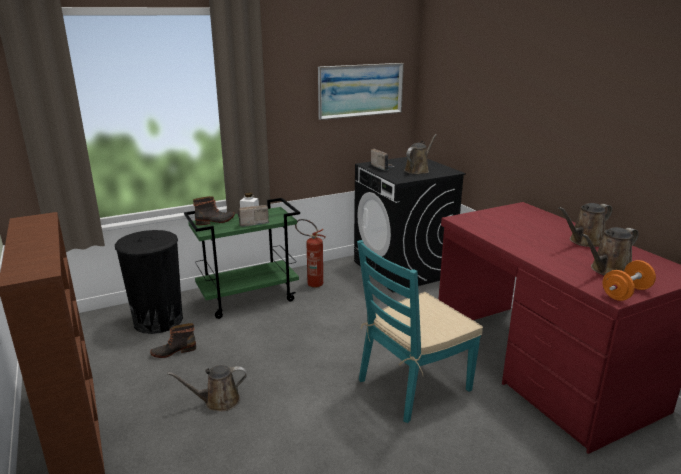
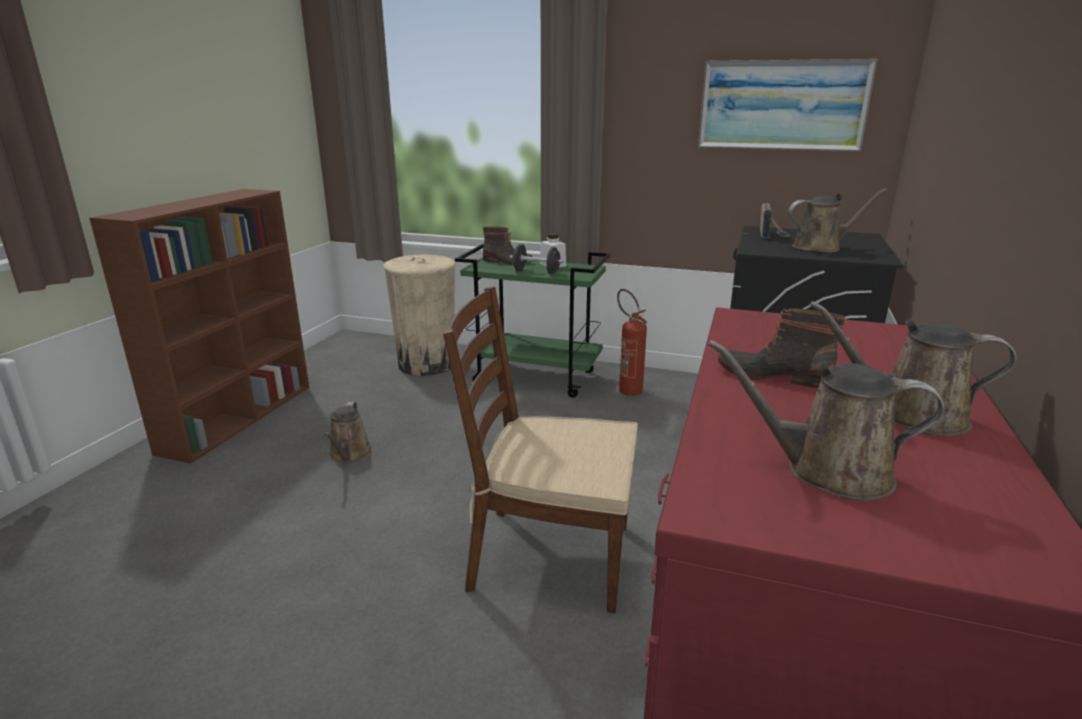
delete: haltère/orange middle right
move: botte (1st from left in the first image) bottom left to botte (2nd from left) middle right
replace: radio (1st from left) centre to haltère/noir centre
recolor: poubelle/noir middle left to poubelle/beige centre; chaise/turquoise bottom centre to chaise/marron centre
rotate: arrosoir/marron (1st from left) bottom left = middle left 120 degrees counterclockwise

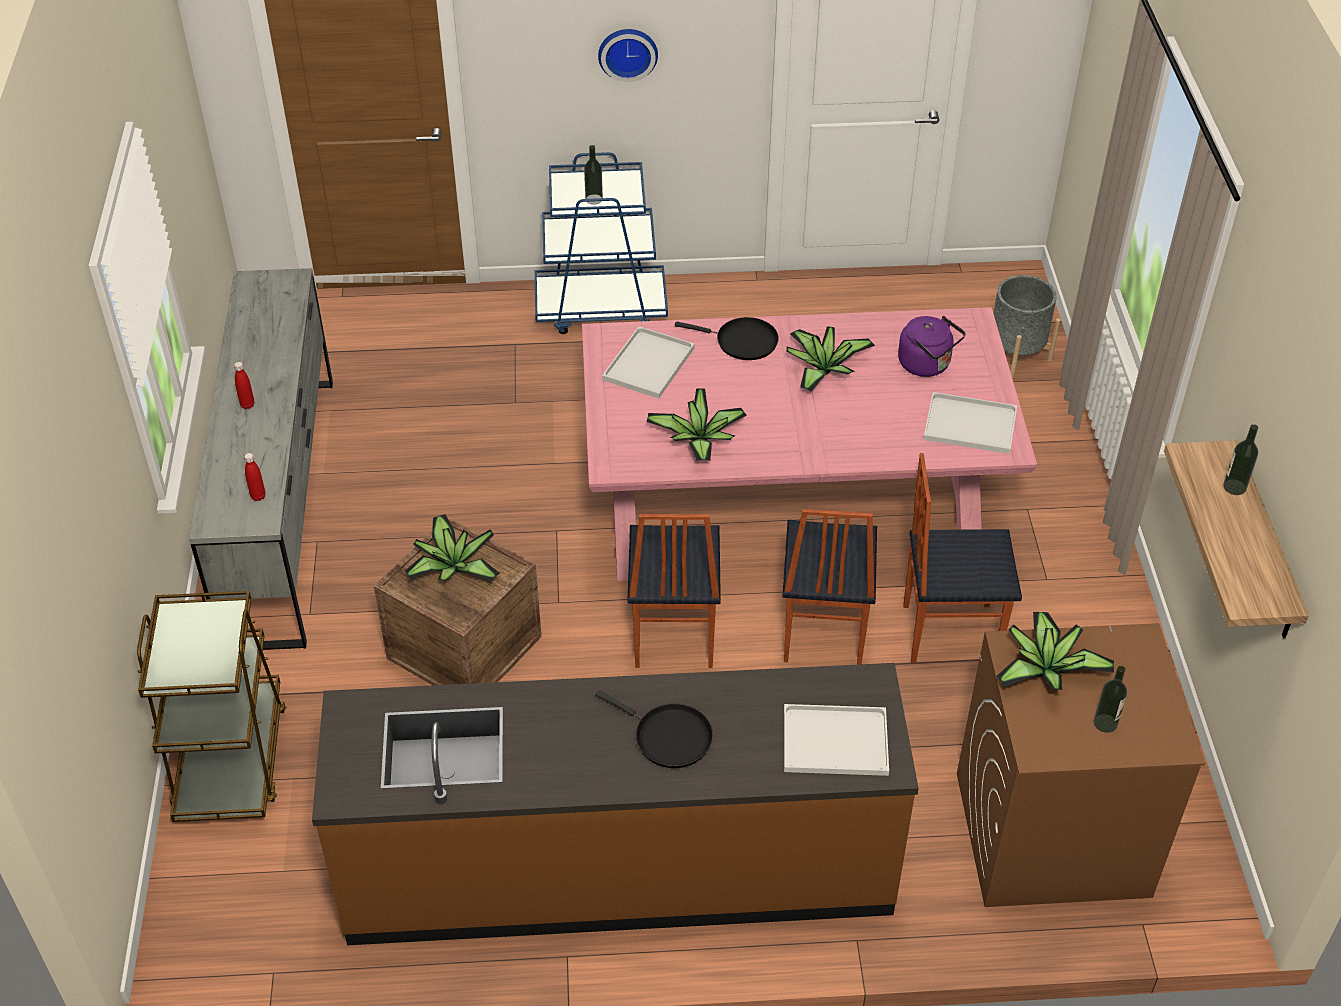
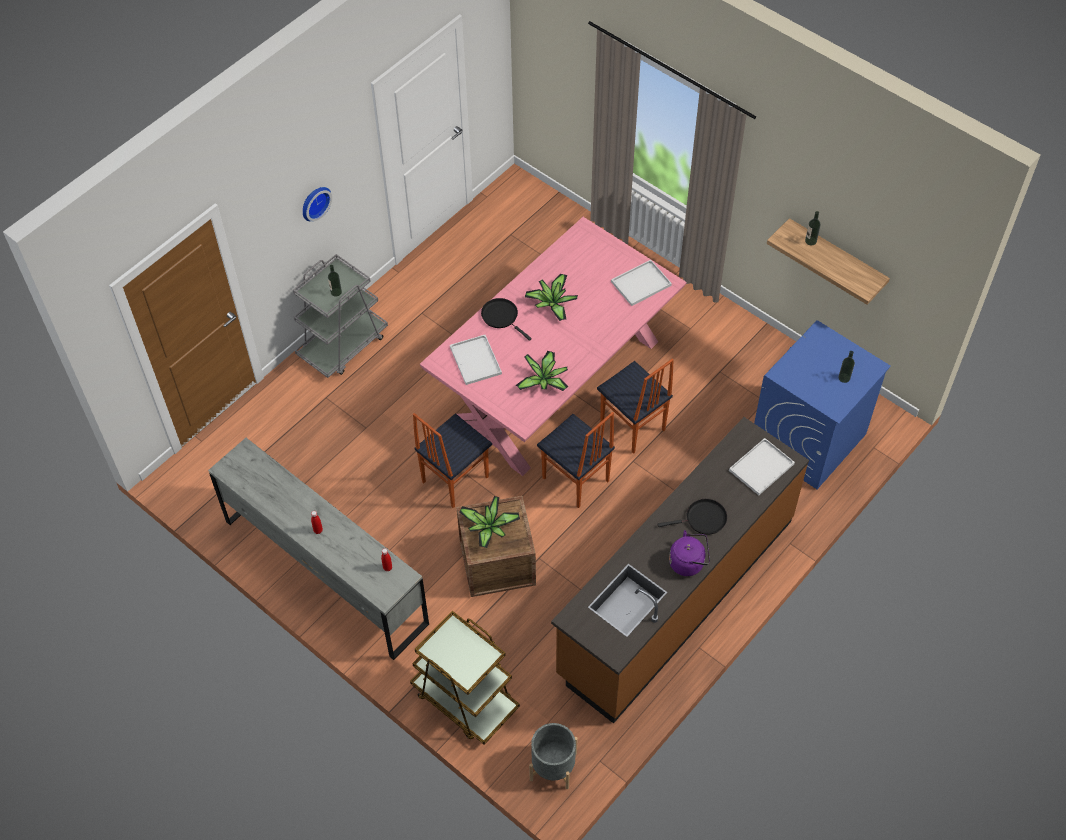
delete: plante en pot (4th from left) middle right
move: bouilloire/violet middle right to centre; chaise (3rd from left in the first image) middle right to chaise (1st from left) centre; cache-pot/gris top right to bottom centre
recolor: chariot/bleu top centre to chariot/gris middle left; lave-linge/marron bottom right to lave-linge/bleu middle right
rotate: poêle/noir (2nd from left in the first image) centre = centre 105 degrees counterclockwise

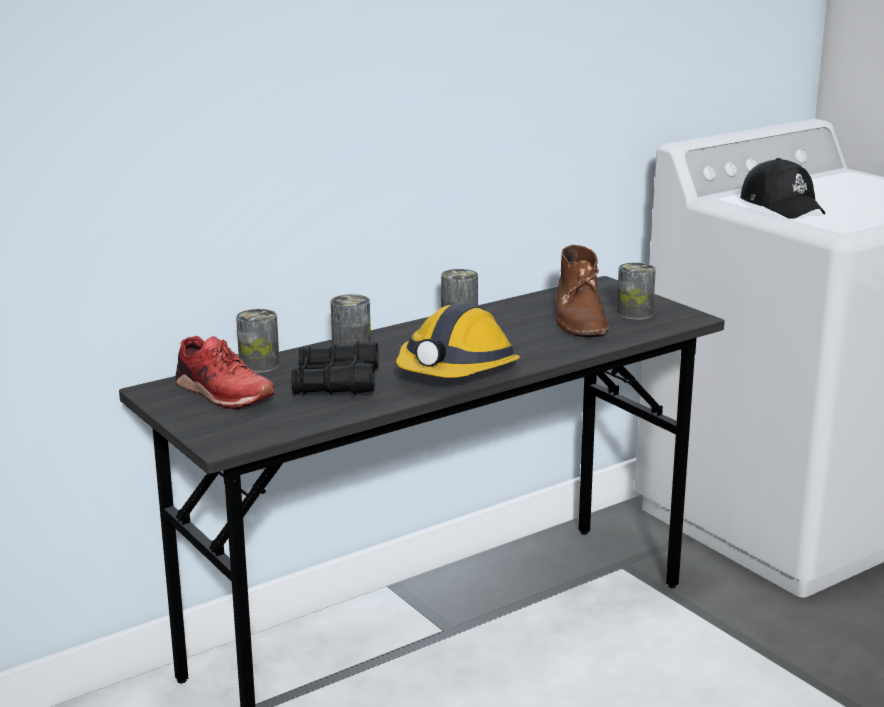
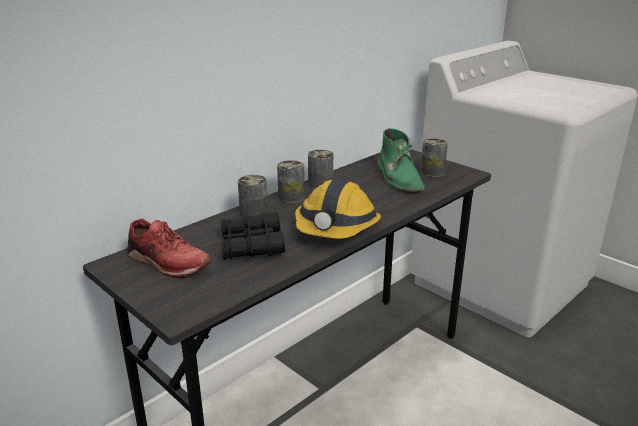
delete: casquette/noir top right
move: boîte métallique (1st from left in the first image) middle left to boîte métallique (2nd from left) centre
recolor: botte/marron centre to botte/vert centre

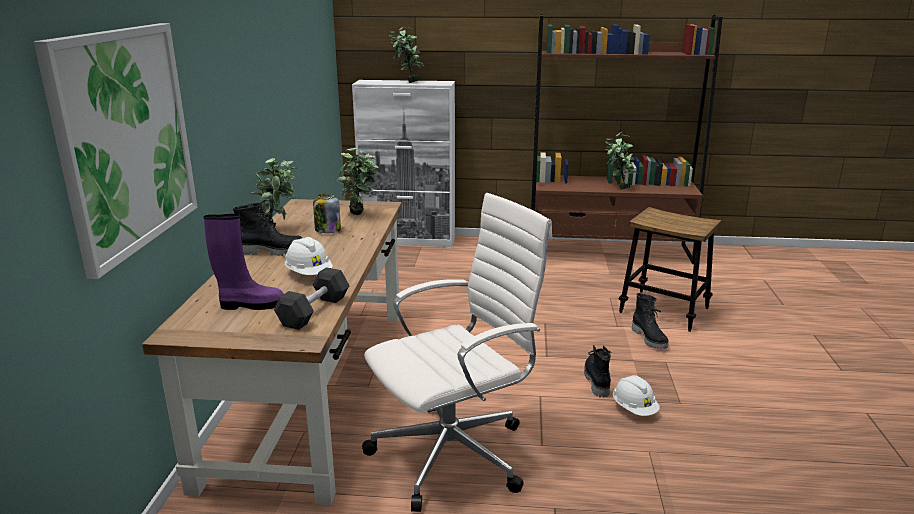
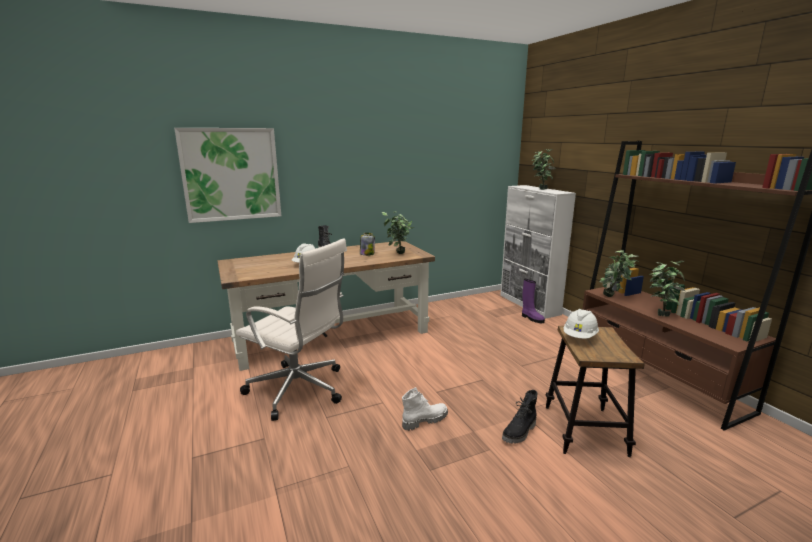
delete: haltère/noir centre
move: botte/violet middle left to centre; plante en pot (1st from left in the first image) middle left to plante en pot (3rd from left) middle right; casque de chantier/blanc (2nd from left) bottom right to middle right
recolor: botte/noir (2nd from left) bottom centre to botte/blanc bottom centre

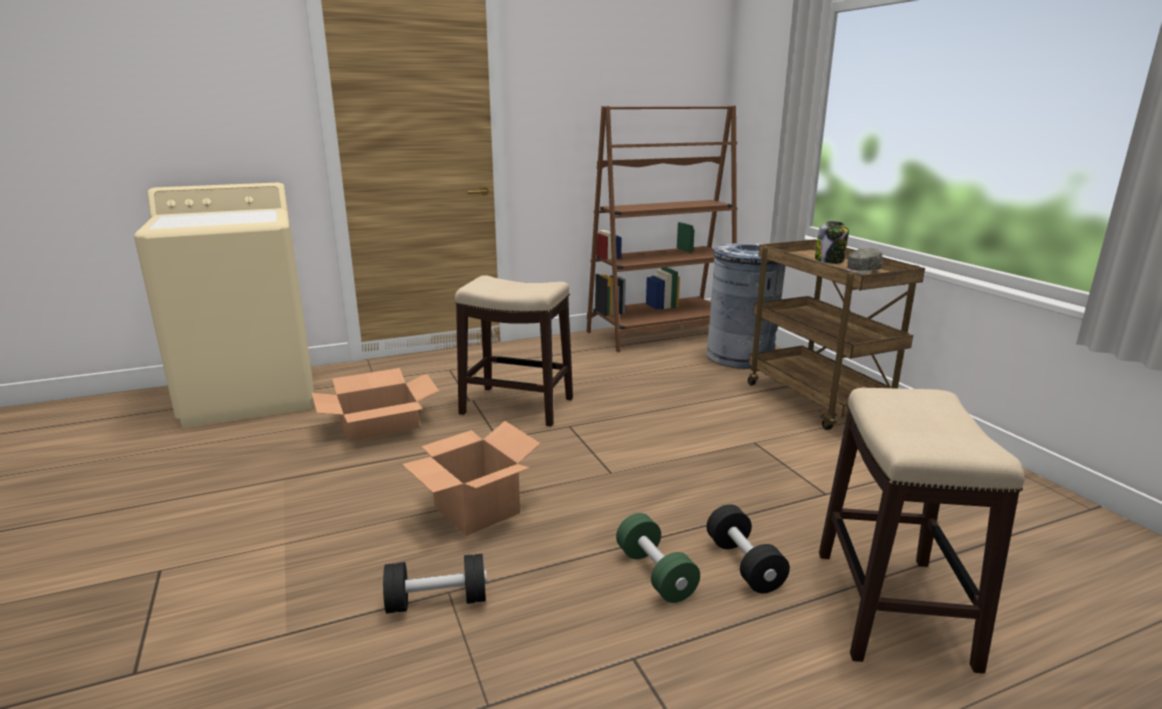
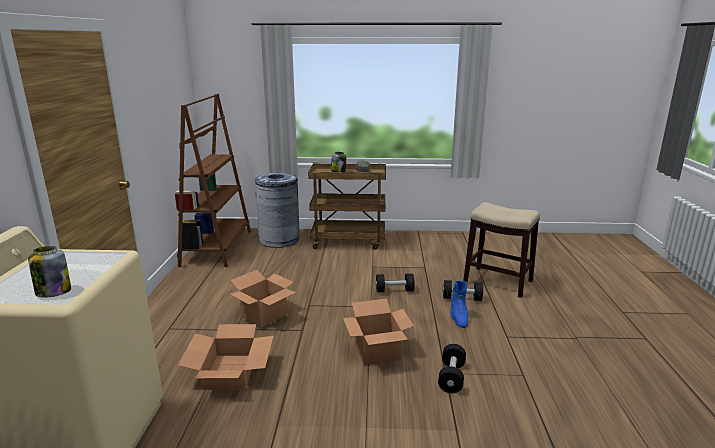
insert: bocal (1st from left) middle left; haltère/noir (1st from left) centre
replace: tabouret (1st from left) centre to carton (2nd from left) bottom centre; haltère/vert bottom centre to botte/bleu bottom centre

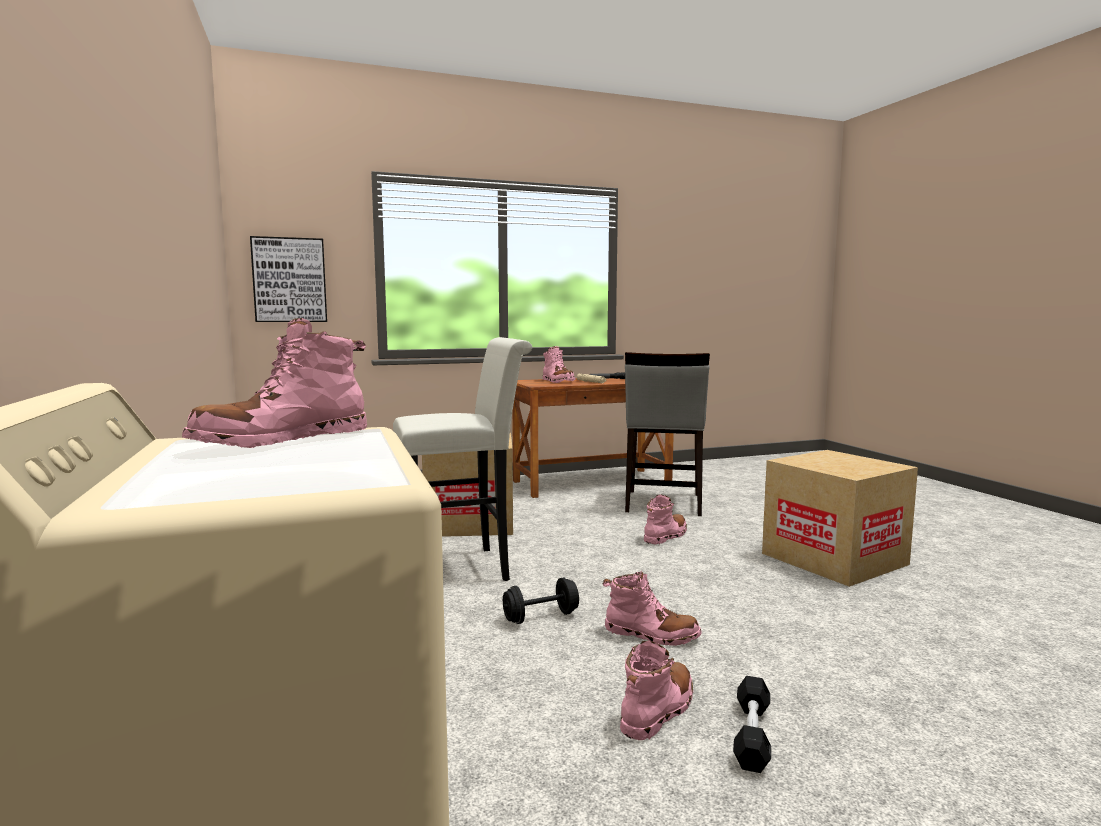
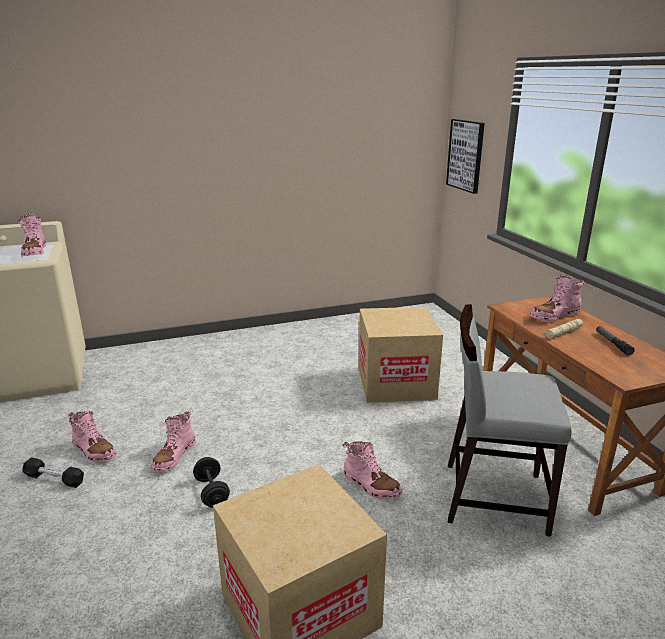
delete: tabouret/blanc centre
move: haltère/noir (1st from left in the first image) bottom centre to haltère/noir (2nd from left) bottom left
rotate: botte/rose (1st from left) middle left = middle left 150 degrees counterclockwise

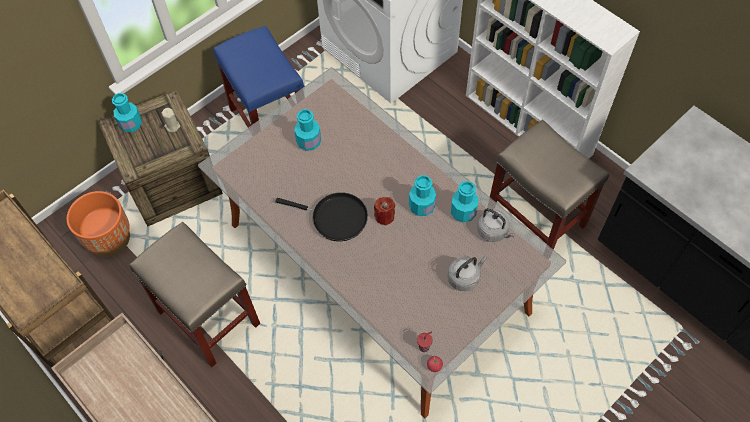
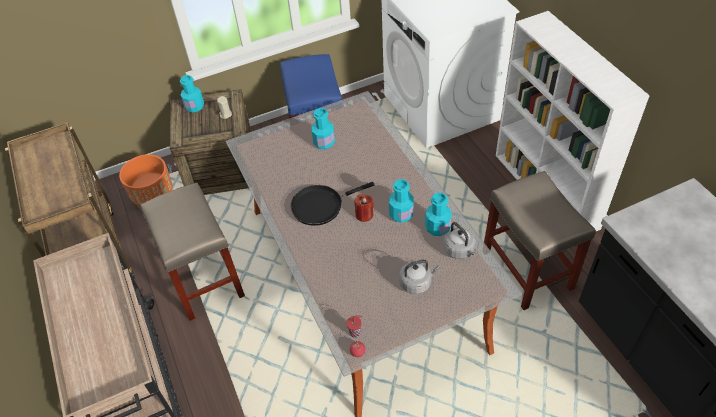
rotate: poêle/noir centre = centre 120 degrees clockwise

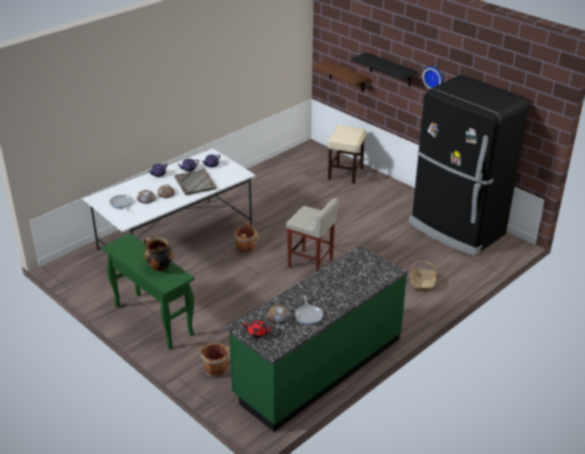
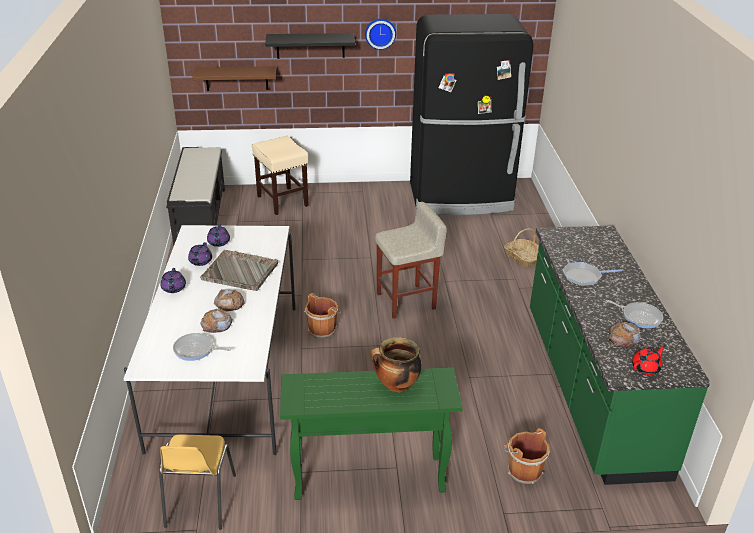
insert: chaise/jaune bottom left; banc/noir middle left; poêle (2nd from left) middle right

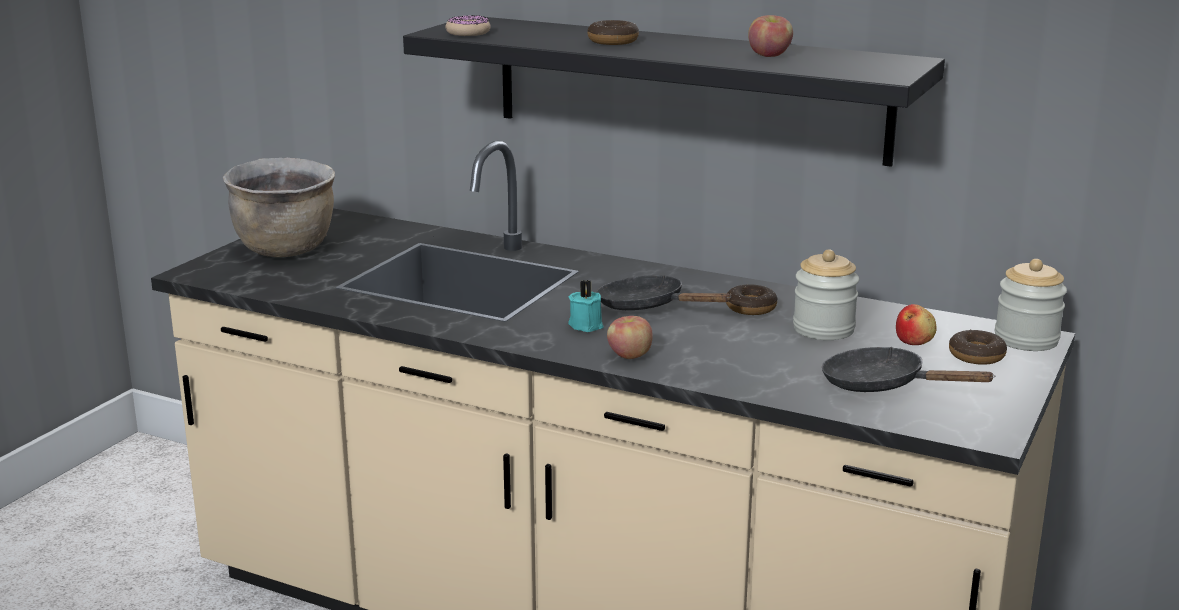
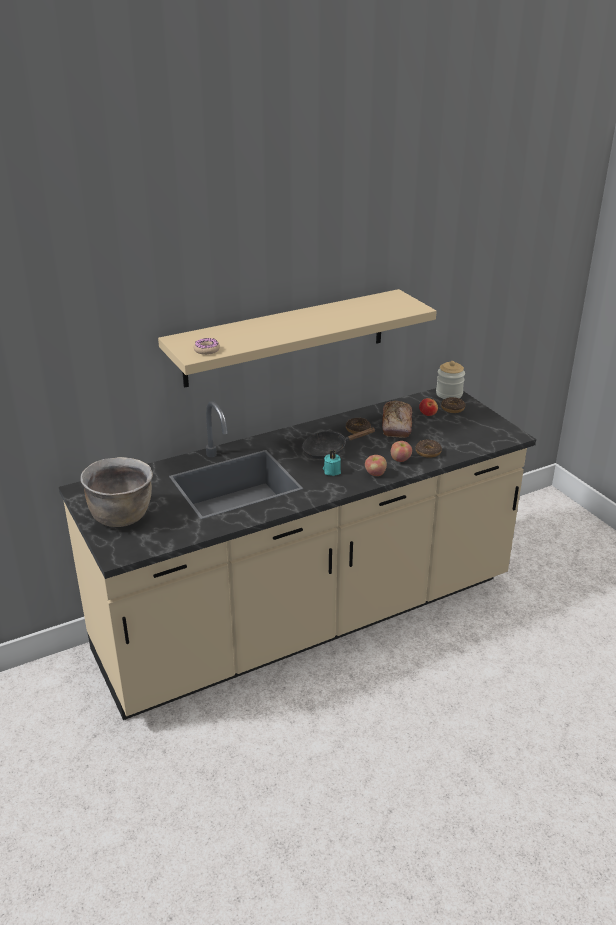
delete: poêle/noir (2nd from left) middle right
move: beignet (2nd from left in the first image) top centre to beignet (3rd from left) middle right; pomme (2nd from left) top centre to centre
replace: bocal (1st from left) middle right to pain centre
recolor: étagère/noir top centre to étagère/beige centre

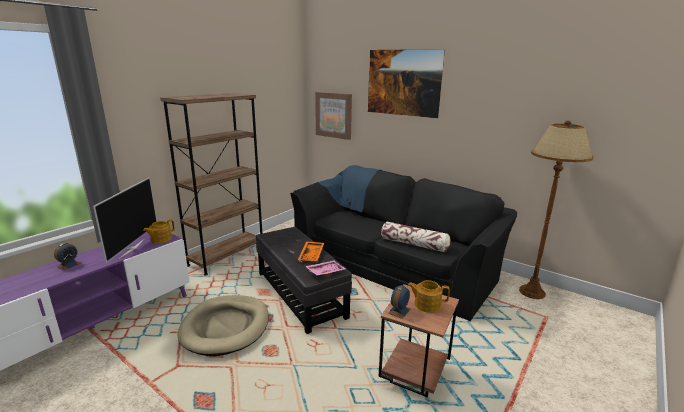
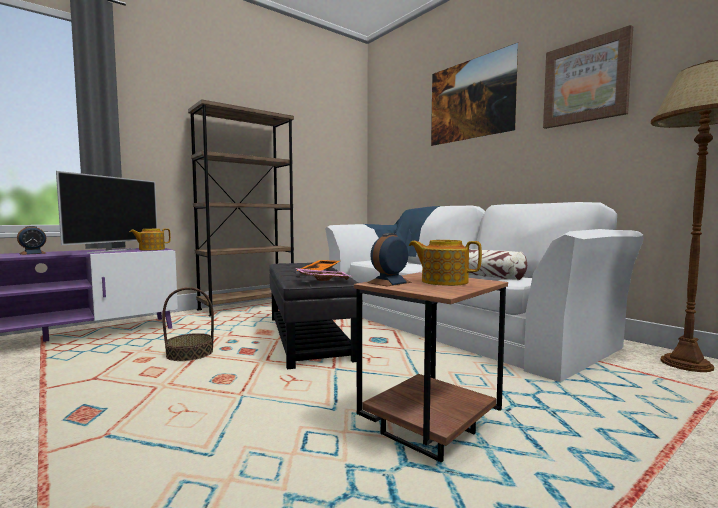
move: tableau (1st from left in the first image) top centre to tableau (2nd from left) top right
replace: panier pour chien/beige bottom left to panier middle left
recolor: canapé/noir centre to canapé/blanc middle right

